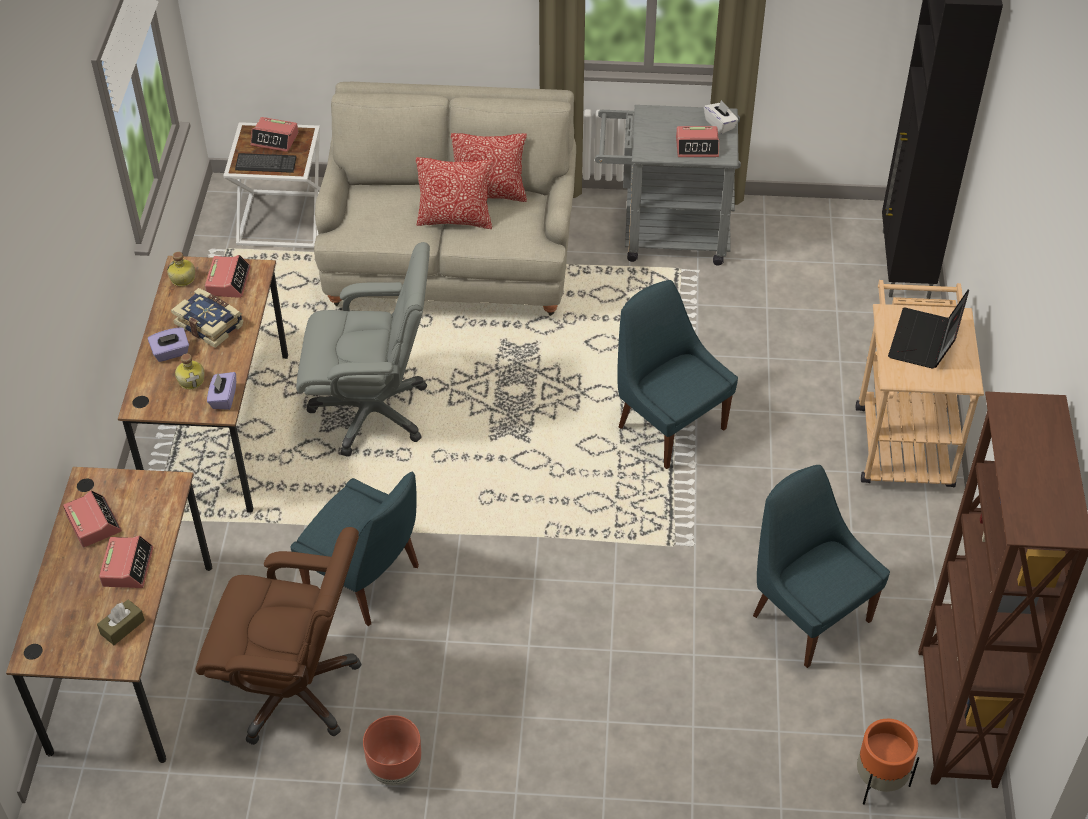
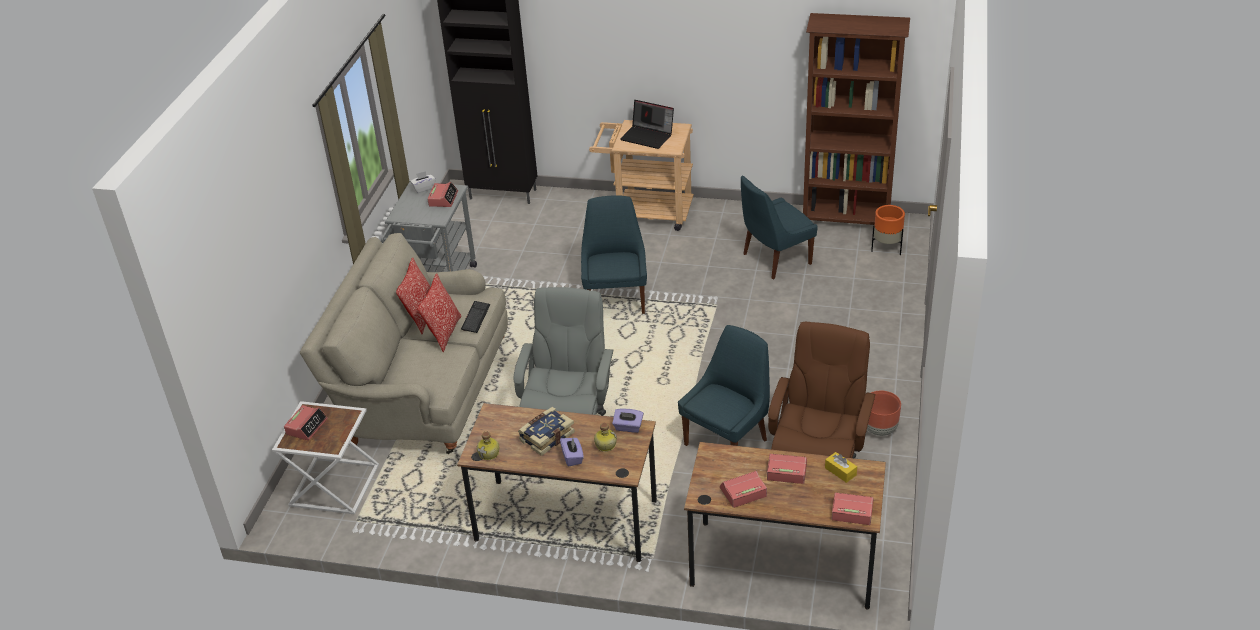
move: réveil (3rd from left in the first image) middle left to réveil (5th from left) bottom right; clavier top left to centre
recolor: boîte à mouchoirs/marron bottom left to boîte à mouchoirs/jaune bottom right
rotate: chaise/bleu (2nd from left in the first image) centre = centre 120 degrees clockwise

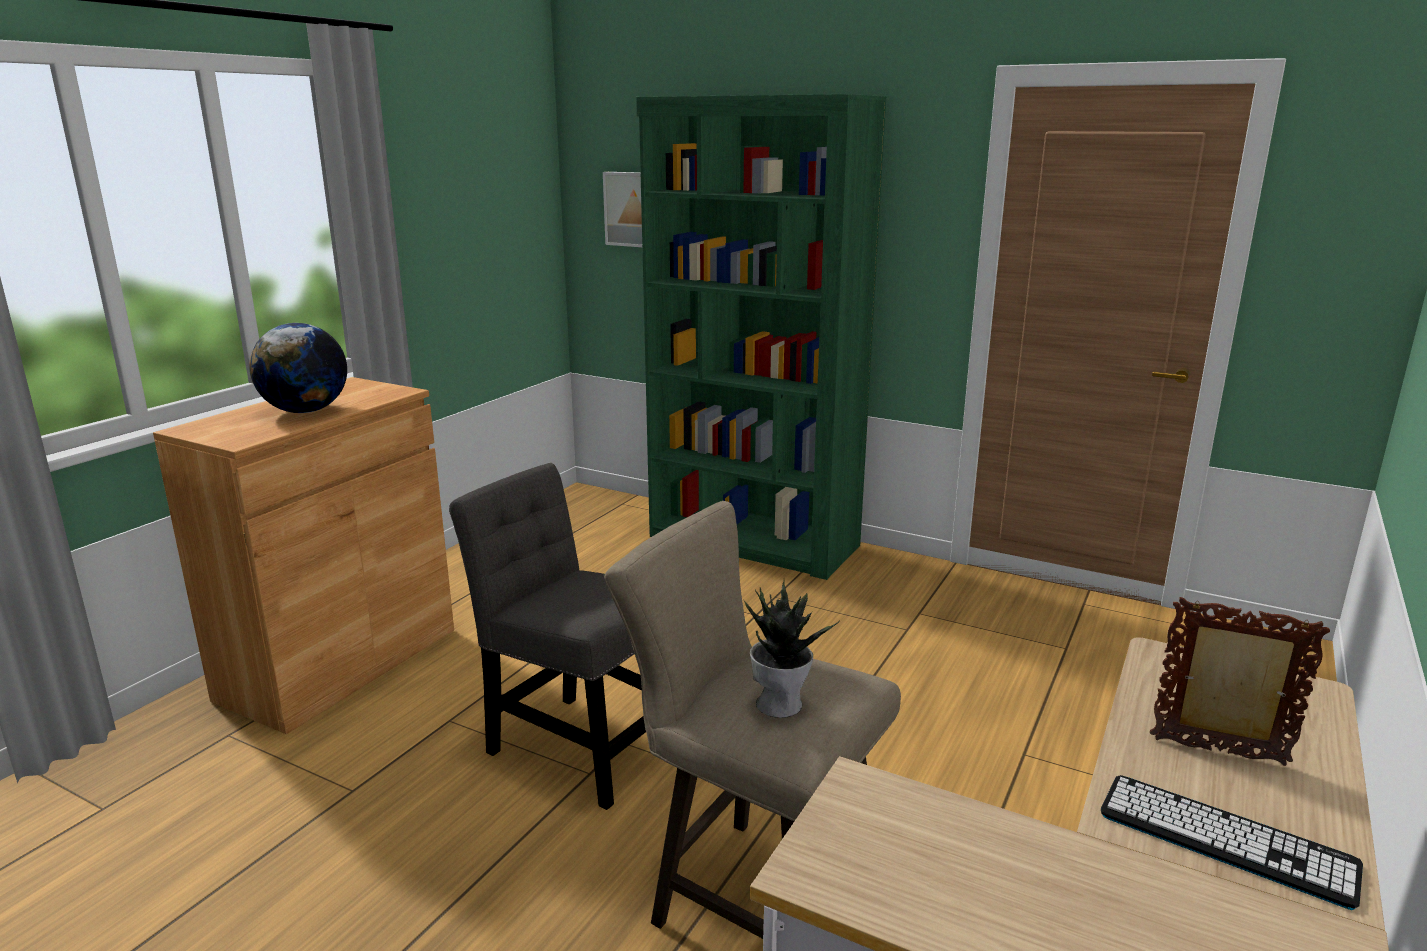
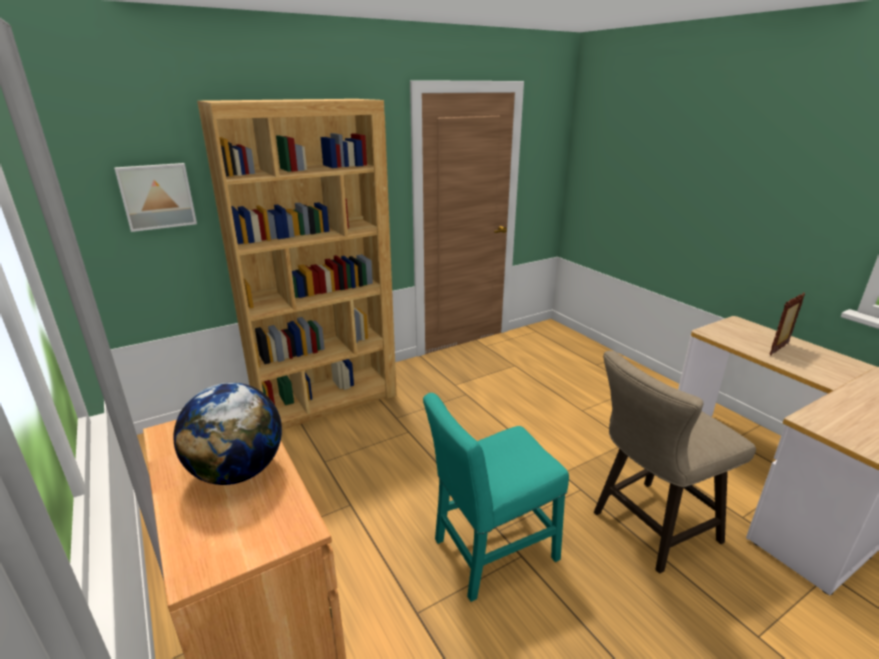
delete: plante en pot bottom centre; clavier bottom right
recolor: chaise/gris bottom centre to chaise/turquoise bottom centre; bibliothèque/vert centre to bibliothèque/marron centre

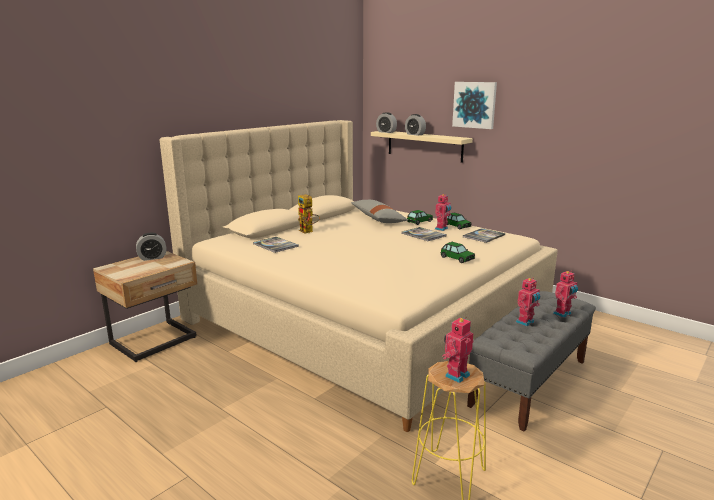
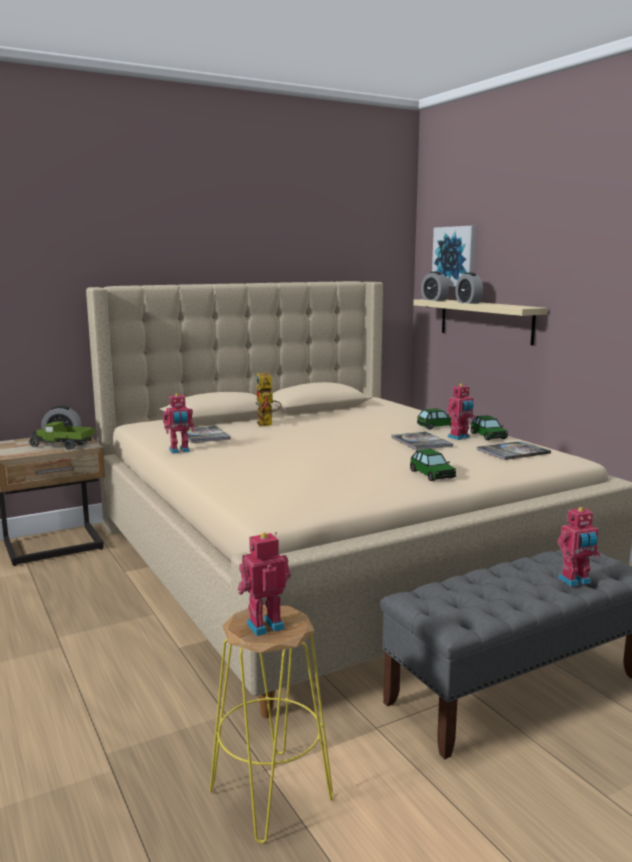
delete: coussin/gris centre
insert: camion jouet middle left
move: tableau top centre to top right; robot jouet (4th from left in the first image) middle right to robot jouet (1st from left) middle left

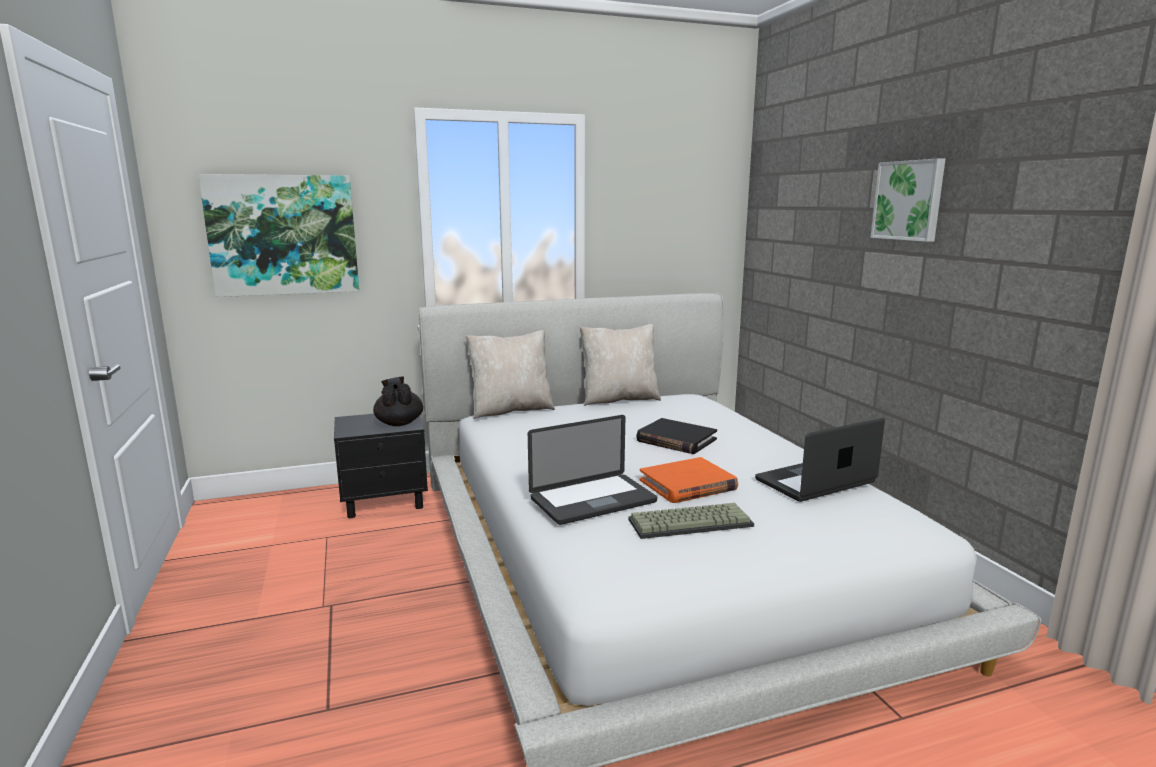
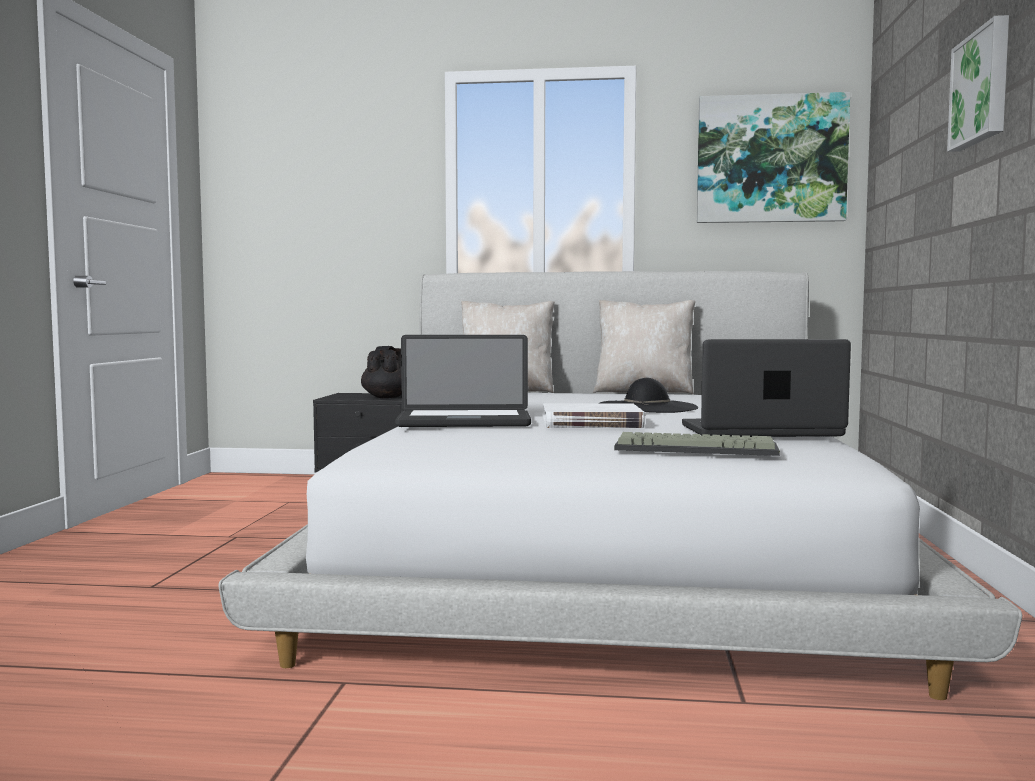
move: tableau (1st from left) top left to top right; clavier bottom centre to middle right
replace: livre/noir centre to chapeau/noir centre
recolor: livre/orange centre to livre/blanc centre

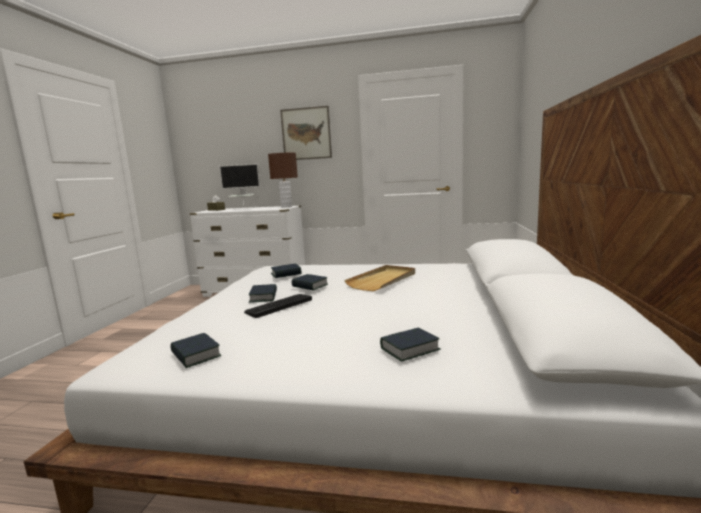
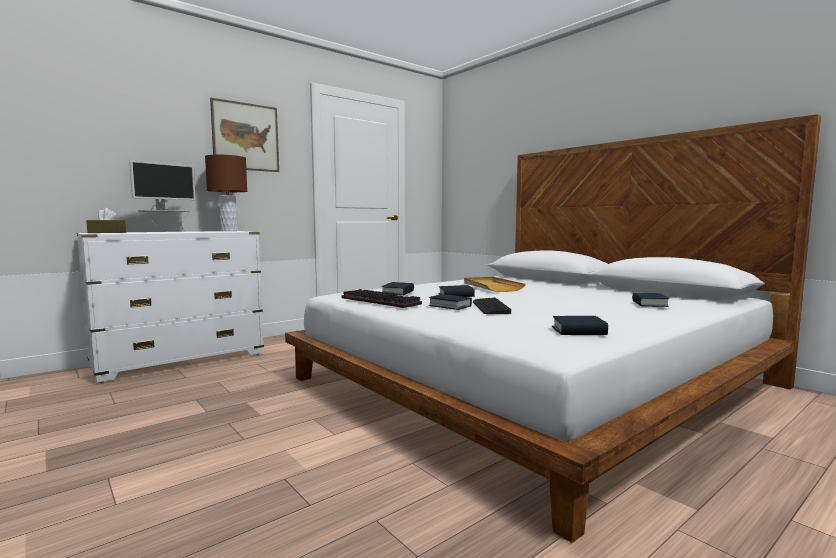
insert: clavier (1st from left) centre

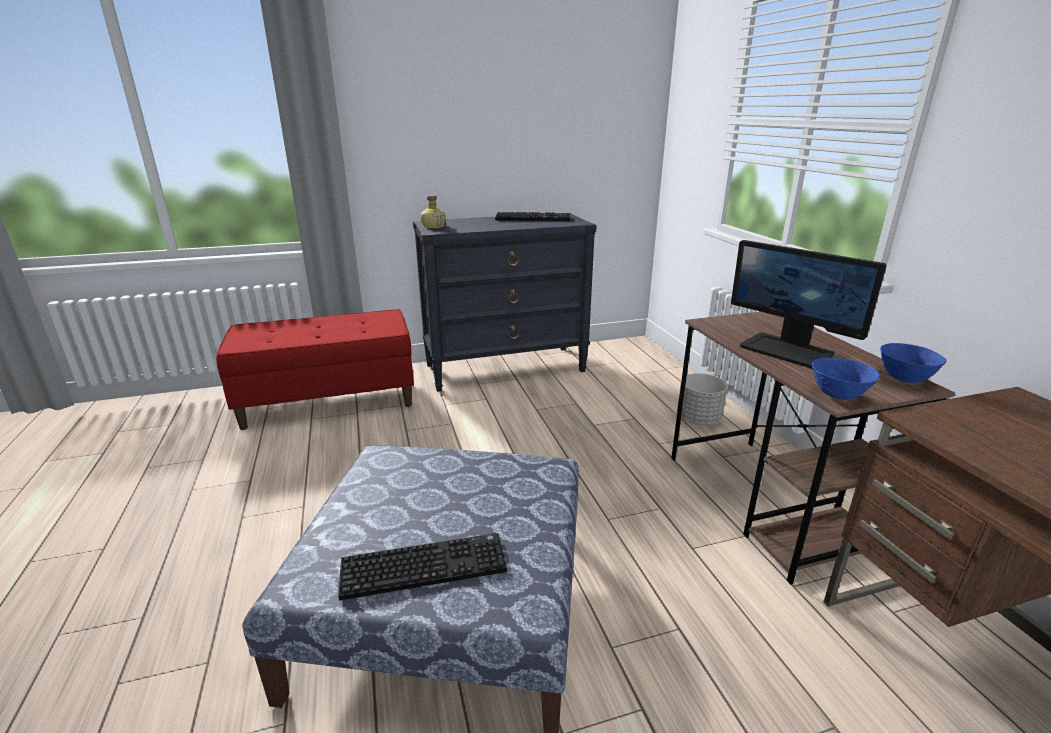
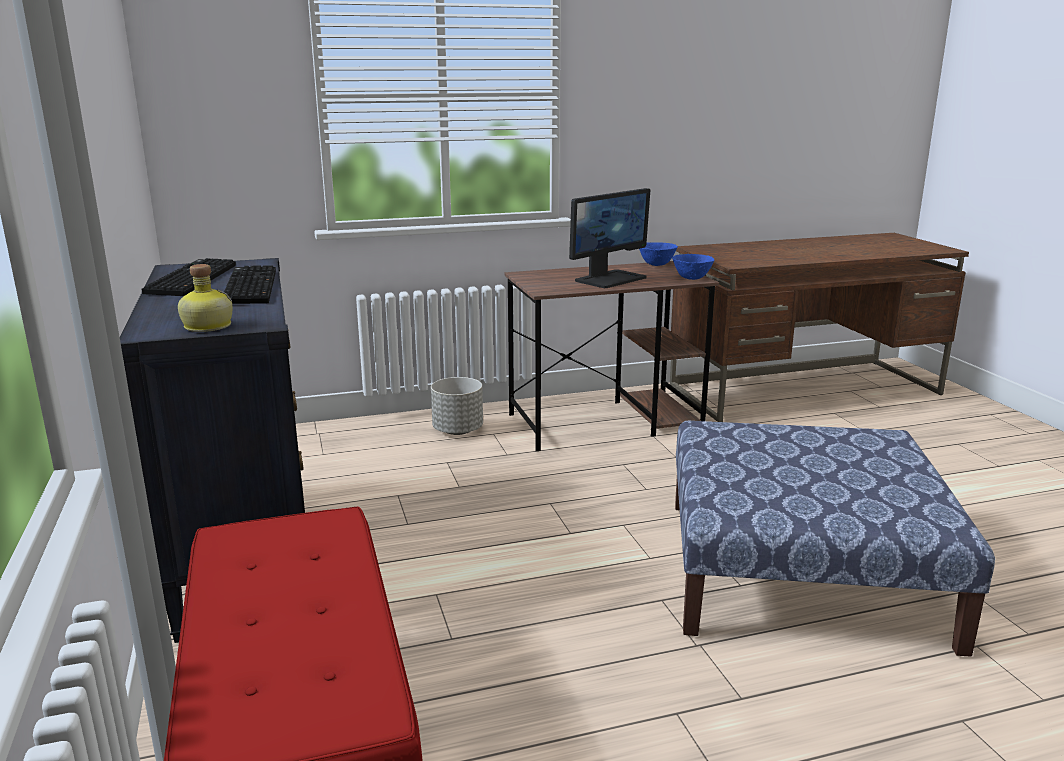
move: clavier (1st from left in the first image) bottom centre to clavier (2nd from left) middle left

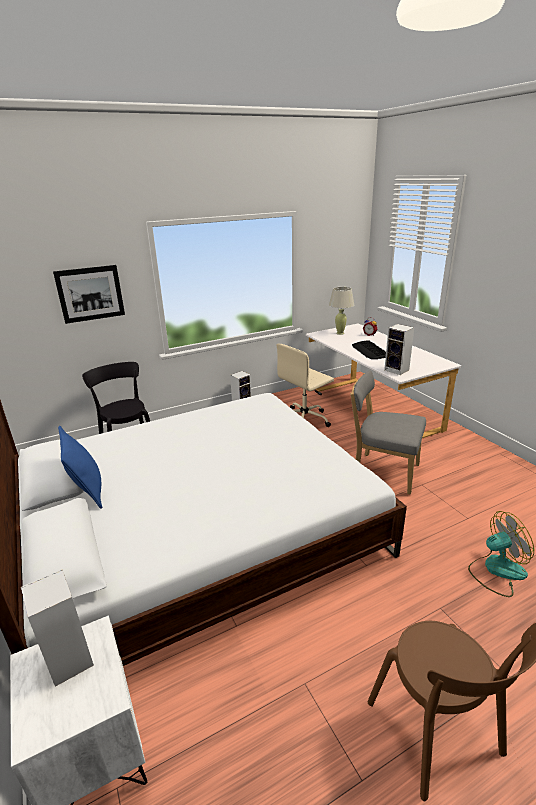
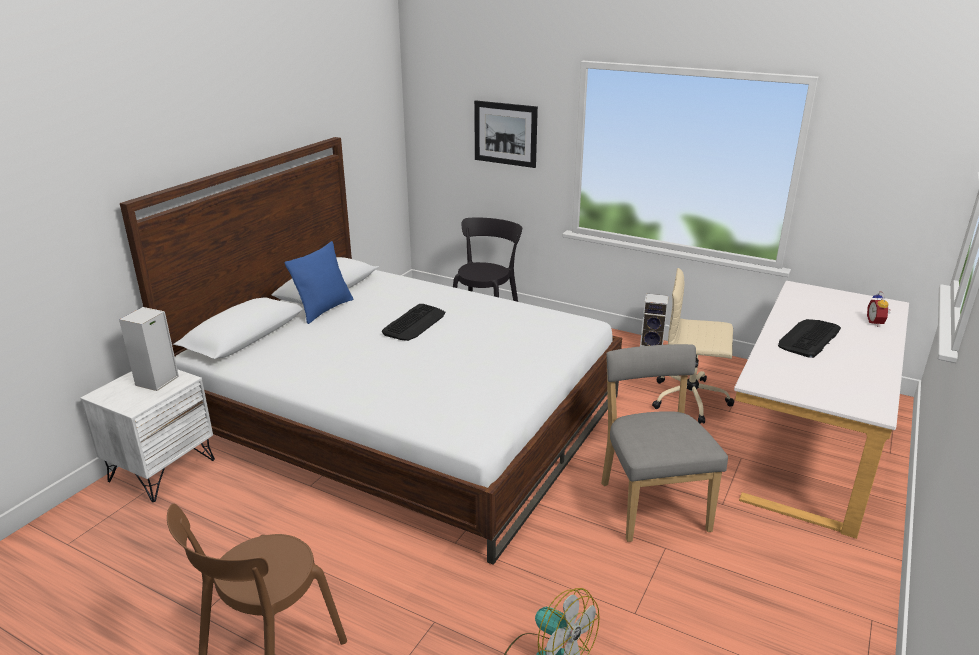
delete: lampe de table/beige centre; enceinte (3rd from left) middle right
insert: clavier (1st from left) centre

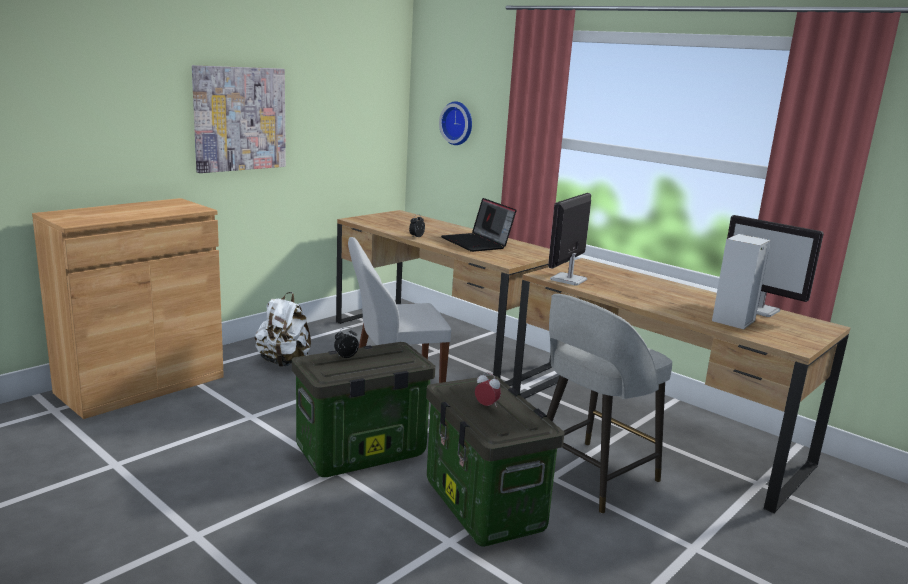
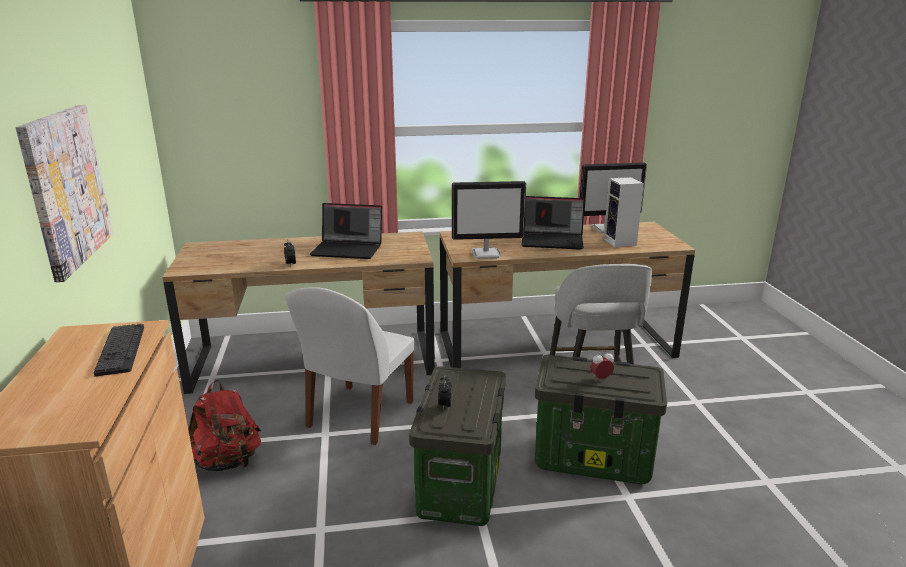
delete: horloge murale top centre
insert: clavier middle left; ordinateur portable (2nd from left) centre
recolor: sac à dos/blanc middle left to sac à dos/rouge bottom left
rotate: écran d'ordinateur (1st from left) centre = centre 75 degrees counterclockwise

